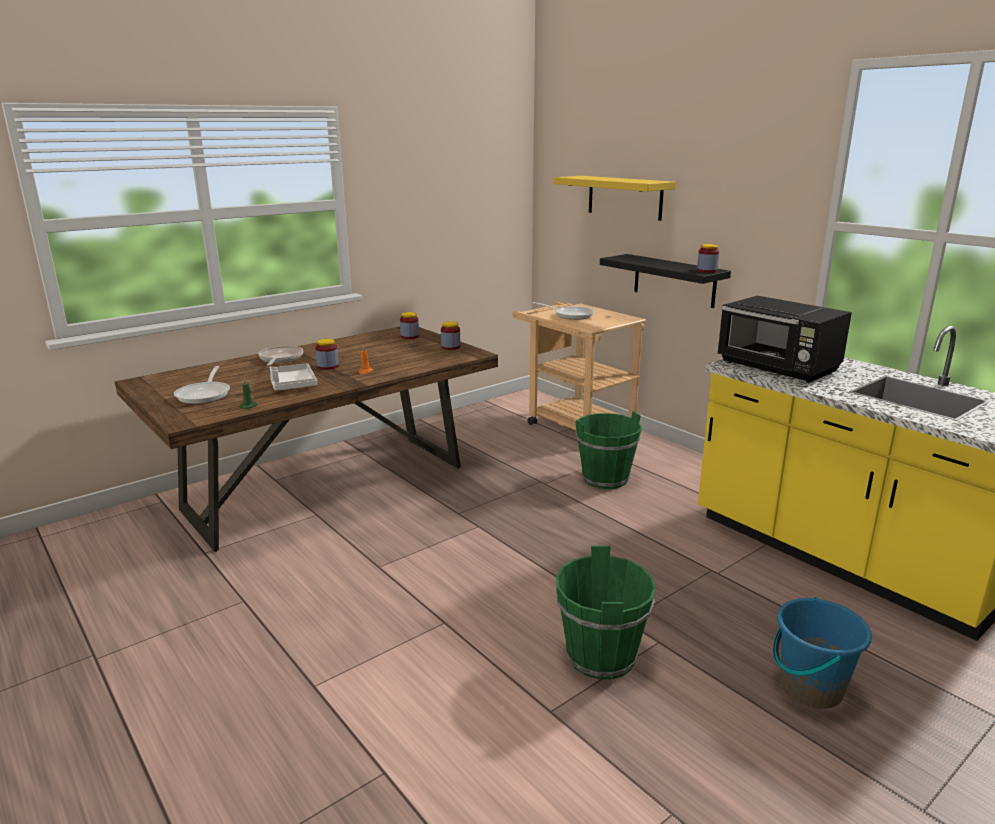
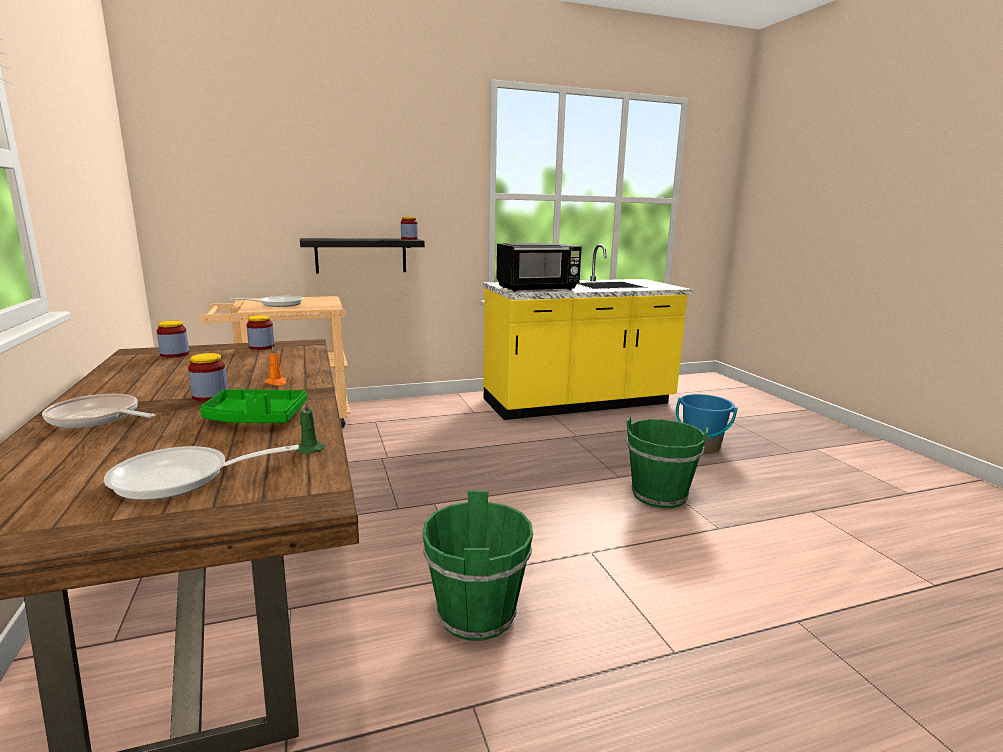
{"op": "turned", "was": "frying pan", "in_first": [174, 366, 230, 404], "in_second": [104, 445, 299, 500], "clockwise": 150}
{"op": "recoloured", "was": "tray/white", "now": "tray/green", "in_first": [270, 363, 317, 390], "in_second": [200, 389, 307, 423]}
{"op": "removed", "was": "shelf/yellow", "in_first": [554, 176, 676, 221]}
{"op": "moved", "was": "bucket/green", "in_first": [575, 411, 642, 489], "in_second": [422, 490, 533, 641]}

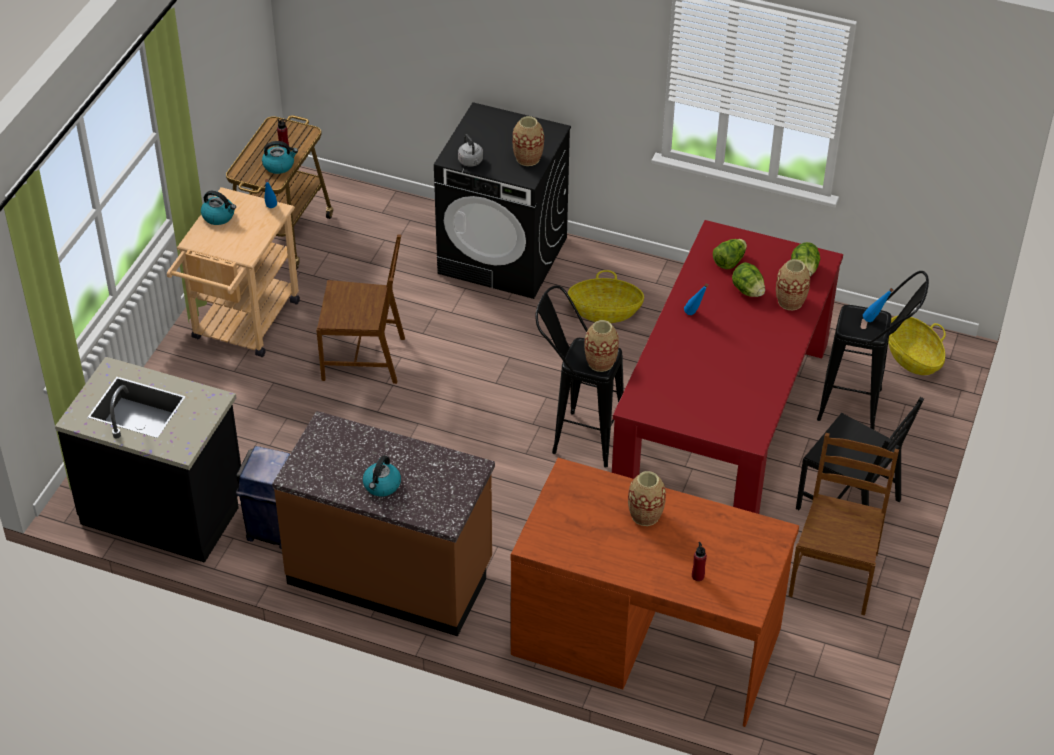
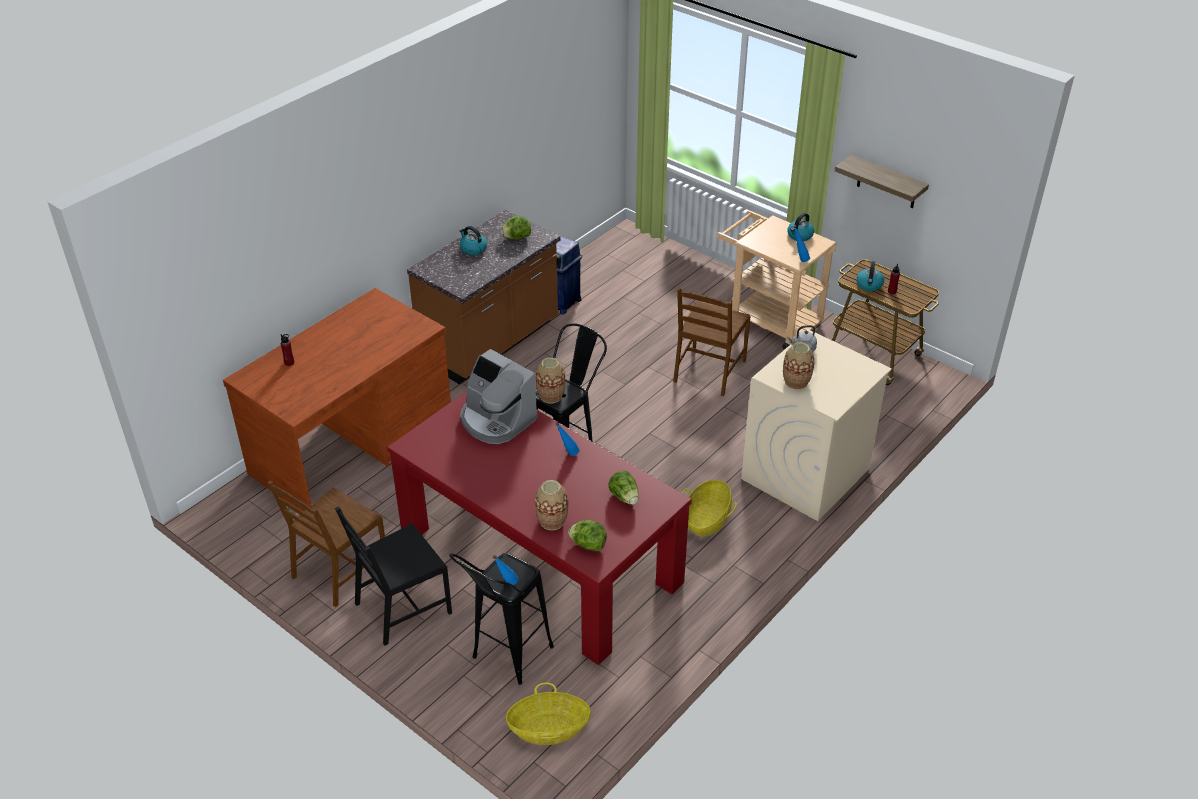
{"op": "removed", "was": "counter/black", "in_first": [55, 357, 241, 563]}
{"op": "recoloured", "was": "washing machine/black", "now": "washing machine/beige", "in_first": [434, 102, 571, 299], "in_second": [741, 330, 892, 521]}
{"op": "removed", "was": "vase", "in_first": [628, 471, 666, 526]}
{"op": "moved", "was": "lettuce", "in_first": [732, 262, 765, 297], "in_second": [501, 216, 531, 239]}
{"op": "turned", "was": "chair/brown", "in_first": [788, 433, 899, 615], "in_second": [268, 480, 385, 607], "clockwise": 90}
{"op": "added", "now": "coffee machine", "in_second": [460, 349, 538, 444]}
{"op": "added", "now": "shelf", "in_second": [835, 155, 929, 208]}

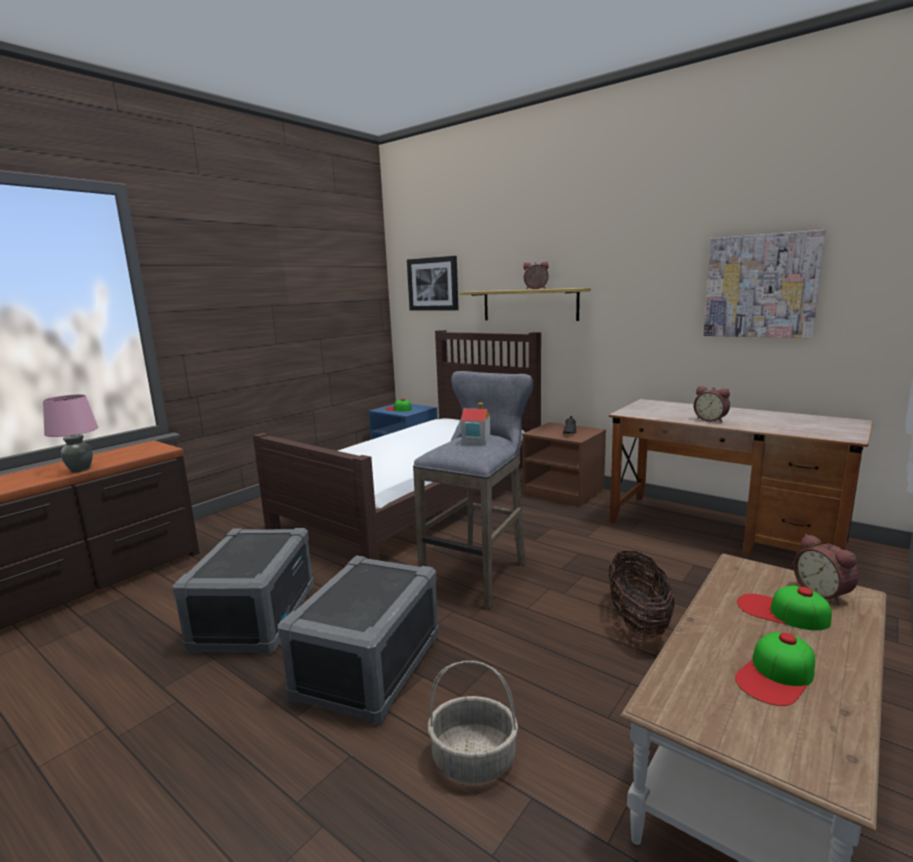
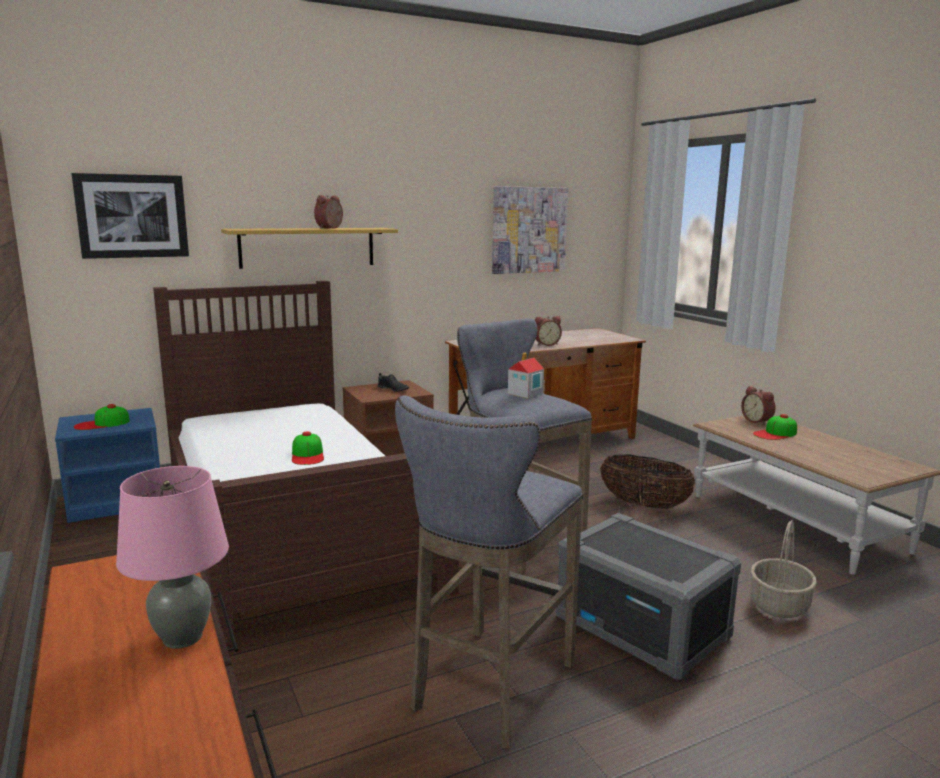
{"op": "replaced", "was": "storage box/grey", "now": "stool/grey", "in_first": [172, 528, 314, 654], "in_second": [395, 396, 583, 749]}
{"op": "moved", "was": "cap", "in_first": [735, 632, 815, 706], "in_second": [292, 432, 324, 465]}
{"op": "turned", "was": "alarm clock", "in_first": [793, 534, 858, 605], "in_second": [741, 386, 776, 425], "clockwise": 60}

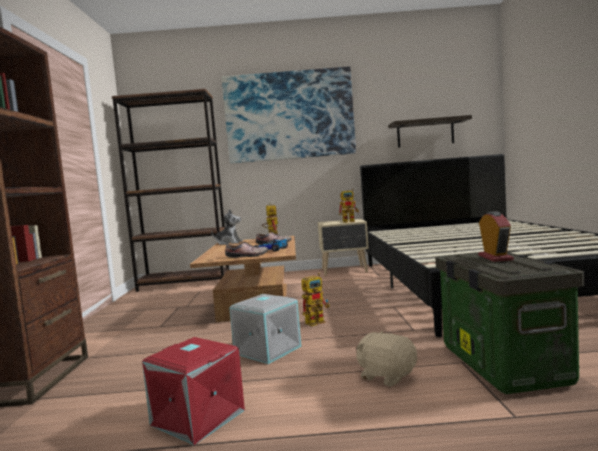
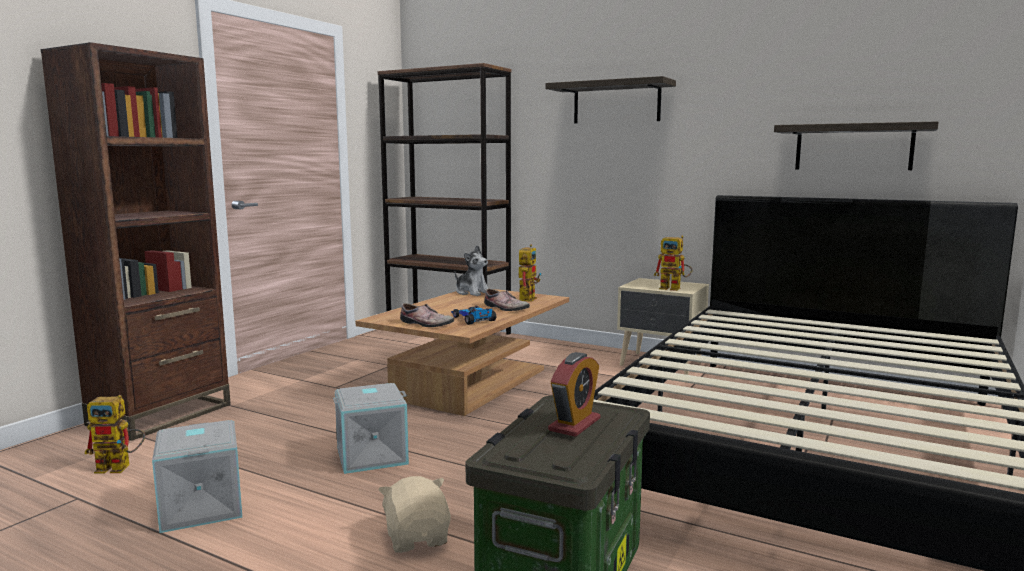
{"op": "recoloured", "was": "storage box/red", "now": "storage box/grey", "in_first": [142, 337, 245, 445], "in_second": [152, 420, 242, 533]}
{"op": "replaced", "was": "picture", "now": "shelf", "in_first": [222, 66, 356, 164], "in_second": [545, 76, 676, 123]}
{"op": "moved", "was": "toy robot", "in_first": [301, 273, 330, 326], "in_second": [85, 395, 145, 474]}

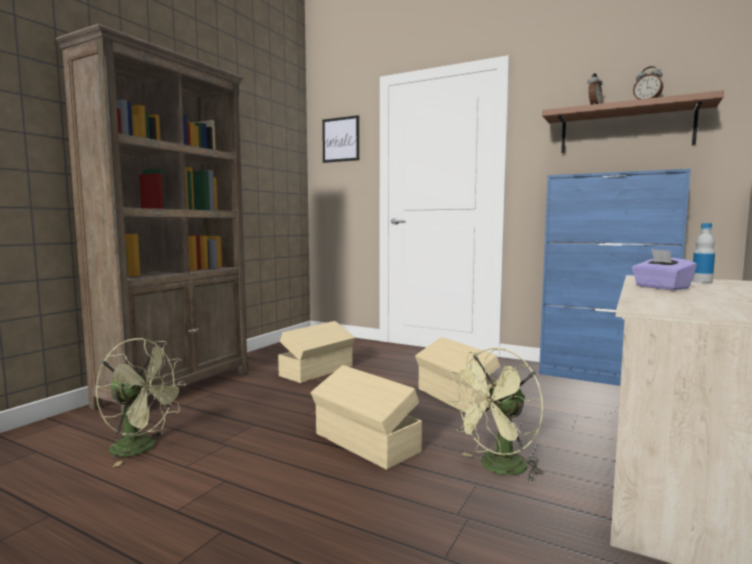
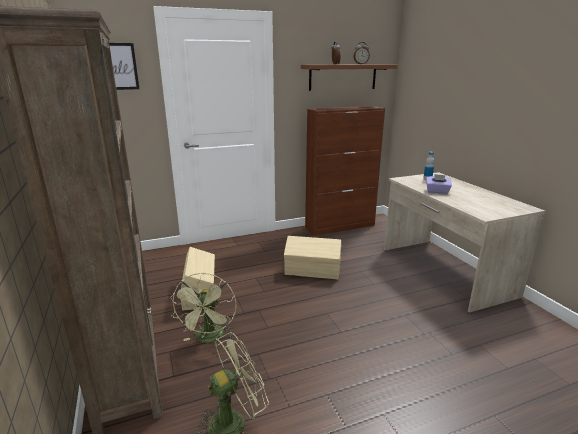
{"op": "removed", "was": "storage box/beige", "in_first": [310, 365, 422, 470]}
{"op": "moved", "was": "fan/green", "in_first": [447, 348, 544, 483], "in_second": [170, 272, 236, 343]}
{"op": "recoloured", "was": "cabinet/blue", "now": "cabinet/brown", "in_first": [539, 169, 691, 386], "in_second": [305, 106, 385, 236]}

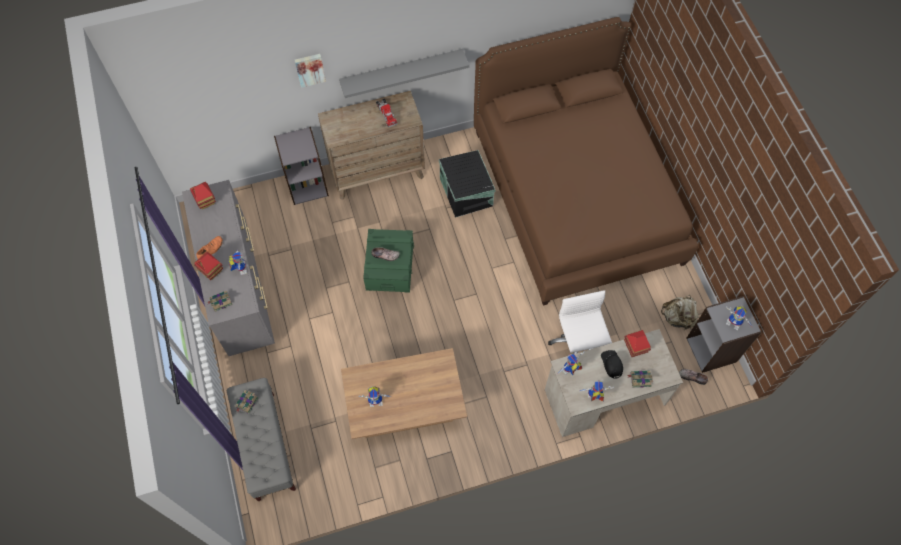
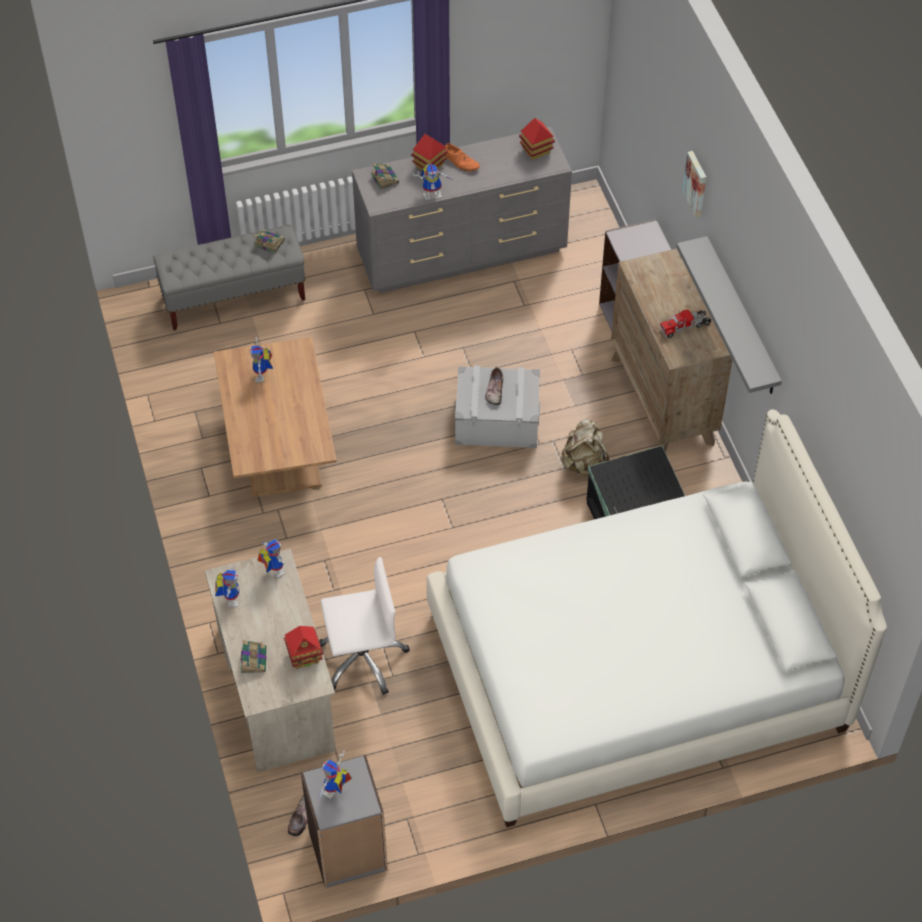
{"op": "recoloured", "was": "storage box/green", "now": "storage box/grey", "in_first": [363, 229, 414, 293], "in_second": [455, 365, 540, 448]}
{"op": "recoloured", "was": "bed/brown", "now": "bed/white", "in_first": [474, 17, 698, 306], "in_second": [426, 409, 887, 827]}
{"op": "removed", "was": "cap/black", "in_first": [601, 350, 623, 379]}
{"op": "moved", "was": "backpack/beige", "in_first": [661, 295, 699, 330], "in_second": [561, 419, 609, 475]}

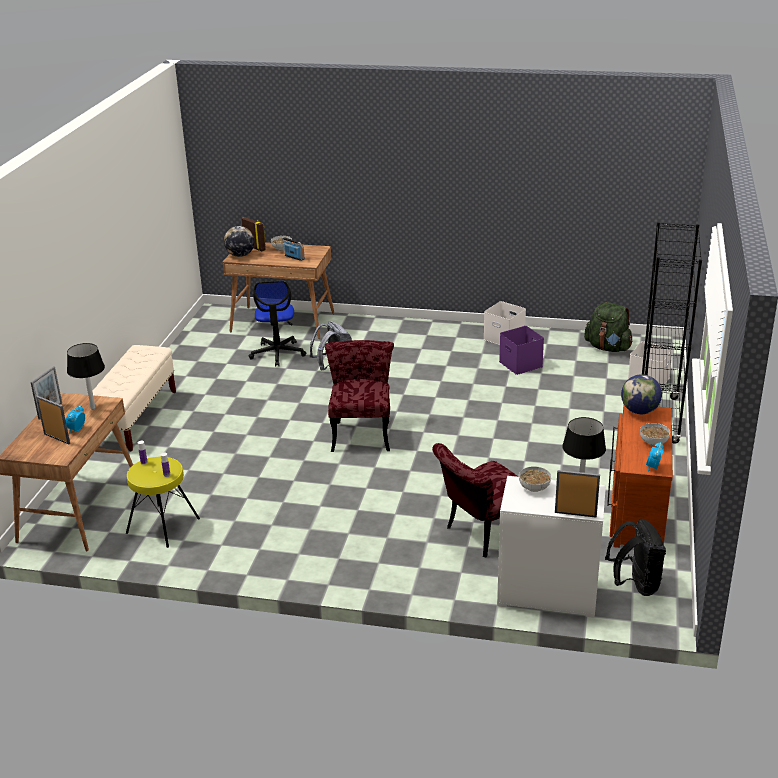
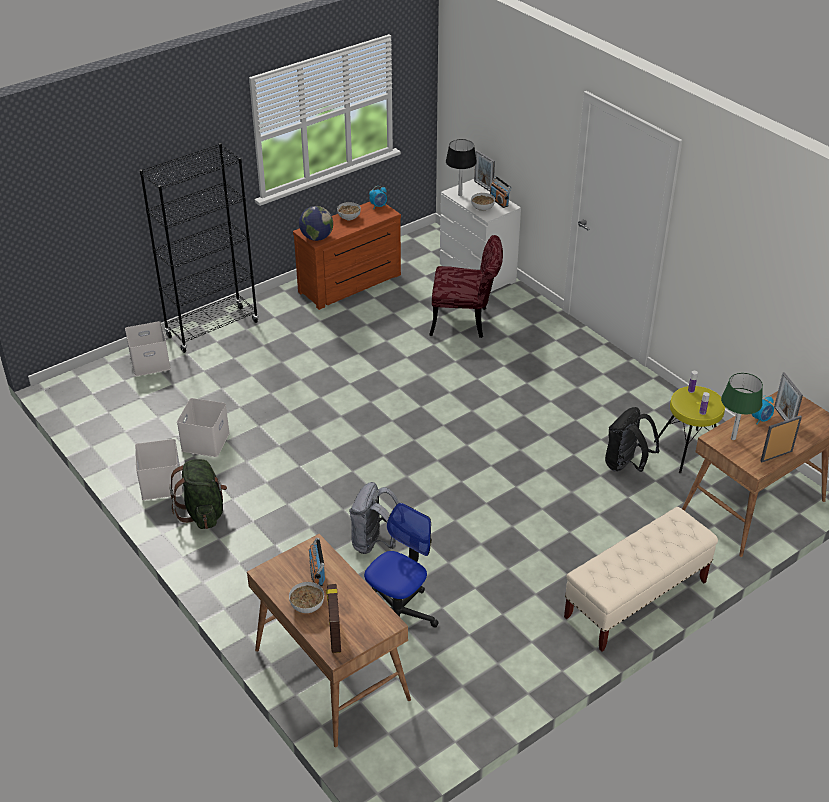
{"op": "recoloured", "was": "table lamp/black", "now": "table lamp/green", "in_first": [67, 343, 105, 409], "in_second": [721, 373, 763, 440]}
{"op": "removed", "was": "globe", "in_first": [224, 226, 255, 257]}
{"op": "removed", "was": "chair/red", "in_first": [325, 340, 394, 452]}
{"op": "recoloured", "was": "storage box/purple", "now": "storage box/white", "in_first": [499, 326, 544, 375], "in_second": [177, 398, 230, 457]}
{"op": "moved", "was": "backpack/green", "in_first": [584, 302, 632, 352], "in_second": [169, 459, 227, 529]}
{"op": "moved", "was": "backpack/black", "in_first": [605, 519, 666, 596], "in_second": [605, 407, 660, 472]}
{"op": "added", "now": "radio", "in_second": [490, 176, 511, 208]}

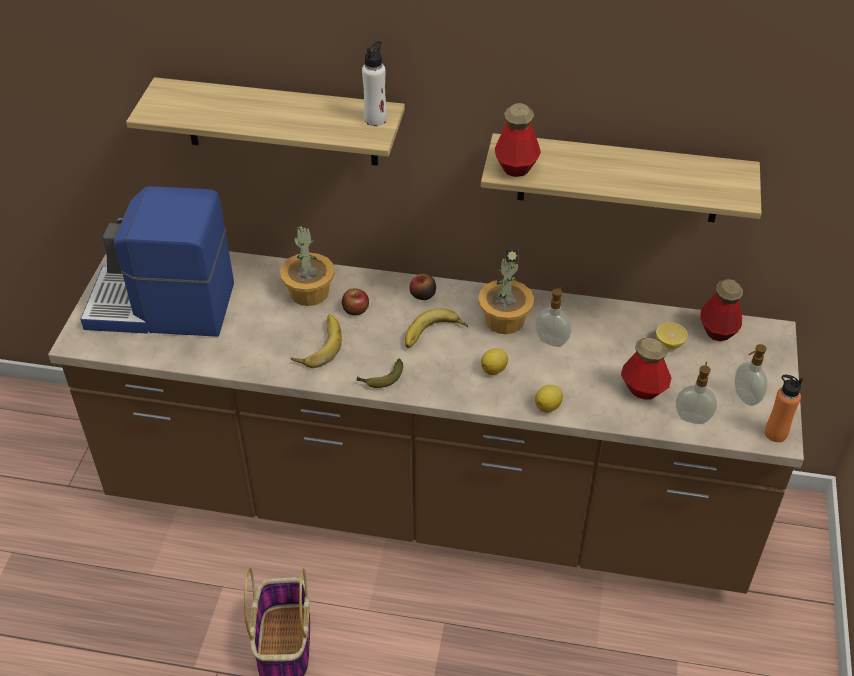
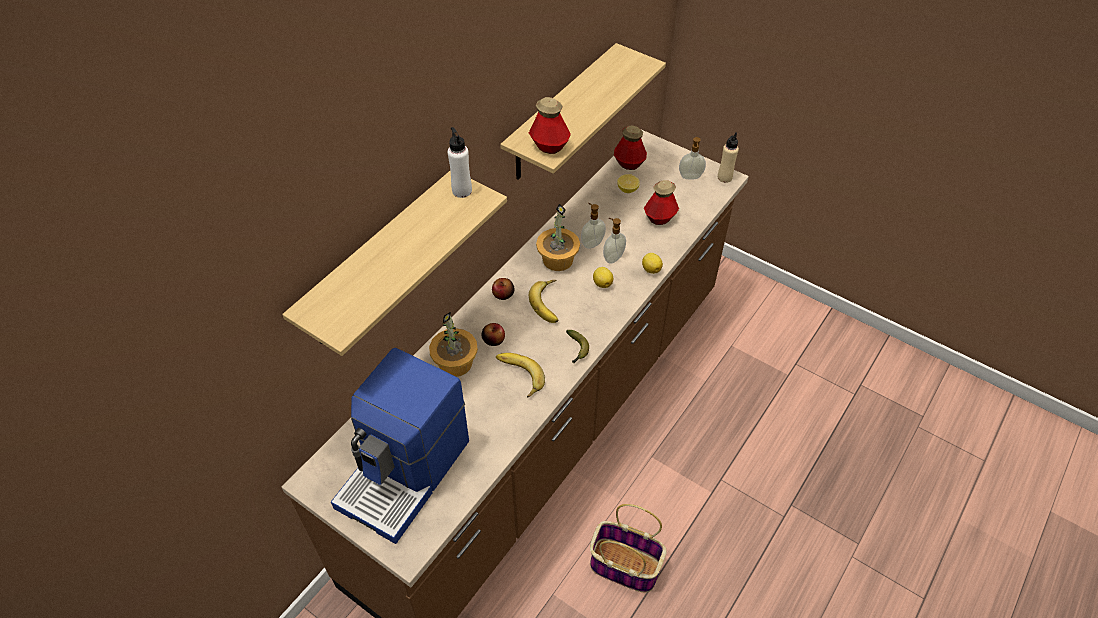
{"op": "moved", "was": "soap dispenser", "in_first": [676, 362, 717, 424], "in_second": [603, 218, 626, 264]}
{"op": "recoloured", "was": "bottle/orange", "now": "bottle/beige", "in_first": [765, 375, 803, 442], "in_second": [718, 133, 739, 183]}

